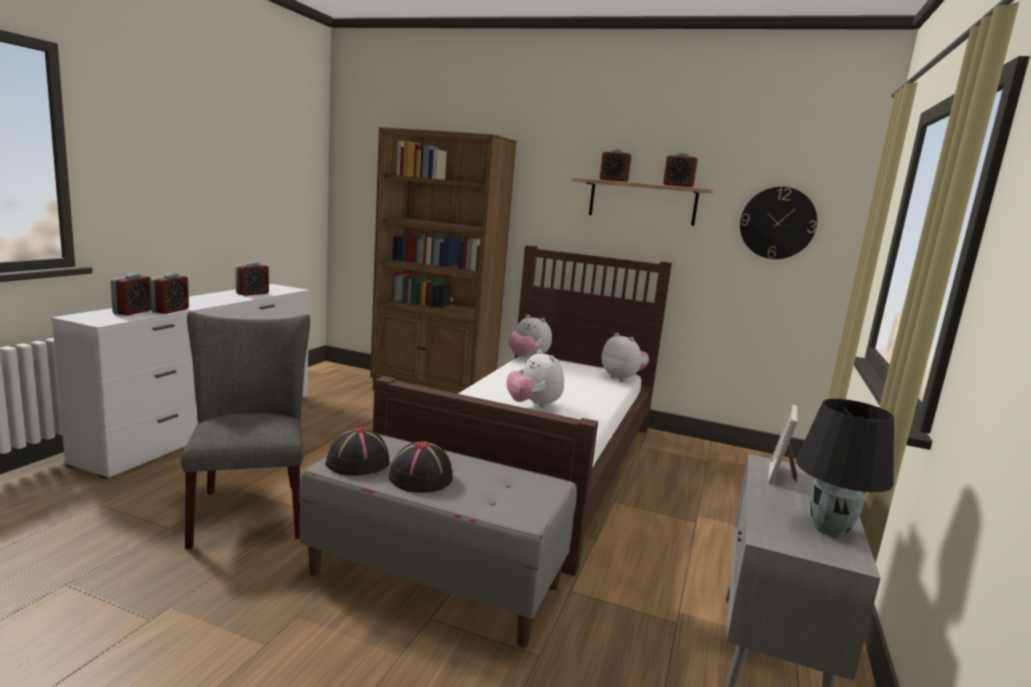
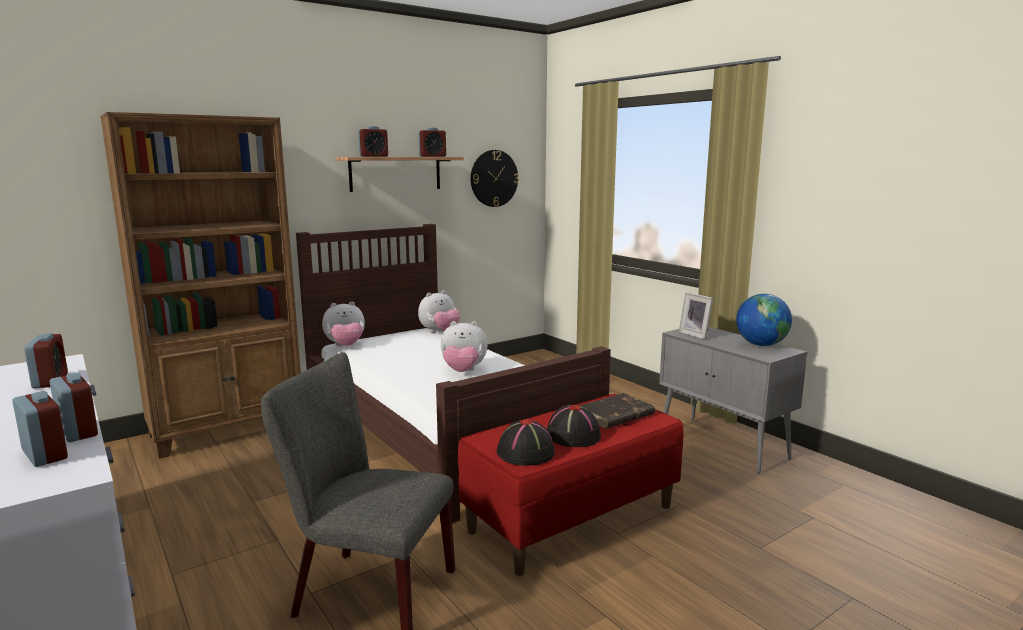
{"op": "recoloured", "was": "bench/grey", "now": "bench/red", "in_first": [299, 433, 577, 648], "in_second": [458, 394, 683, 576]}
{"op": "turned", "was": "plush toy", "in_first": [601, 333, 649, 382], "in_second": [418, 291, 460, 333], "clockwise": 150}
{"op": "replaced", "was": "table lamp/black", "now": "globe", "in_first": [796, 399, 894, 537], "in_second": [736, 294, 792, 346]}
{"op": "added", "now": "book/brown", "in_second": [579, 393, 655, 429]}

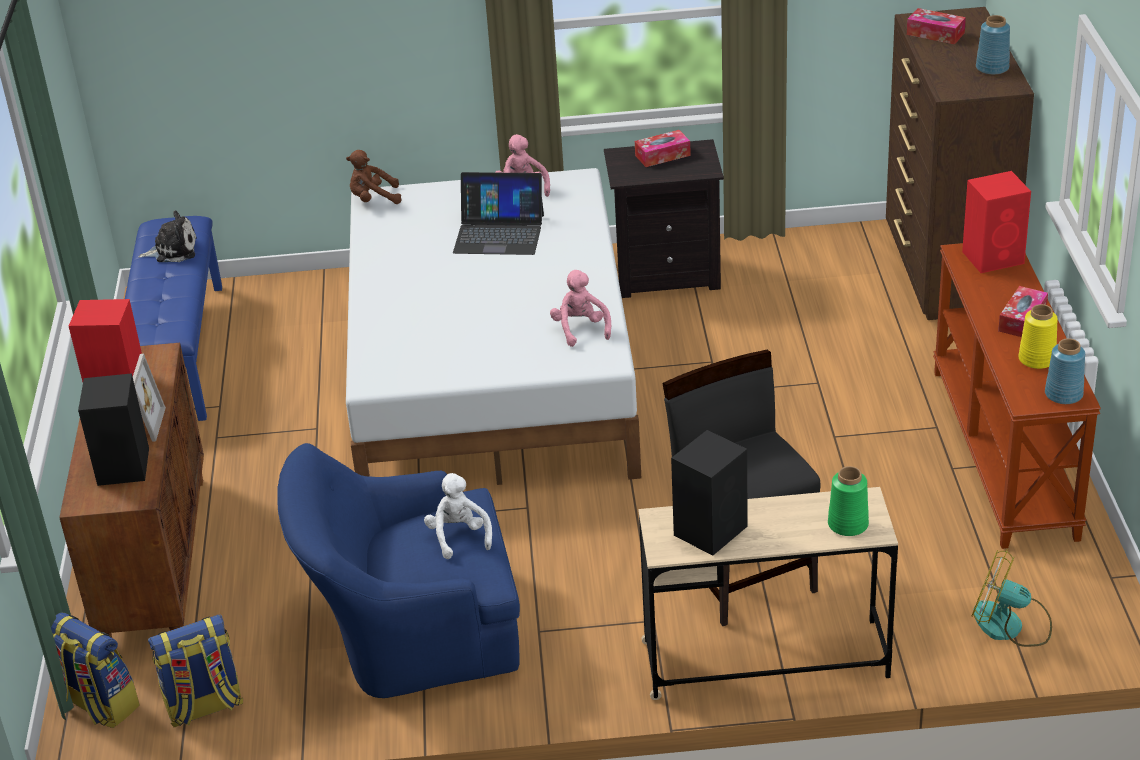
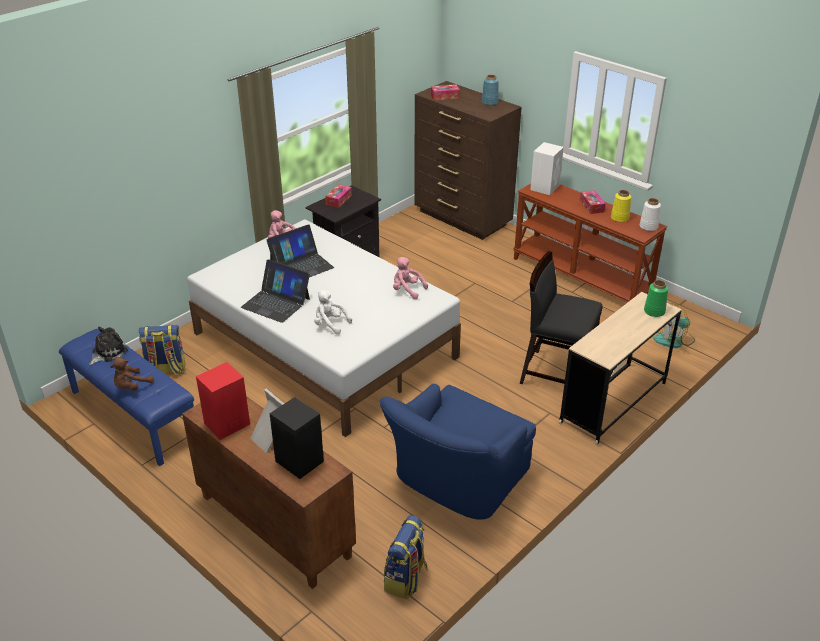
{"op": "moved", "was": "backpack", "in_first": [51, 613, 140, 728], "in_second": [139, 325, 185, 375]}
{"op": "moved", "was": "plush toy/brown", "in_first": [346, 150, 402, 204], "in_second": [110, 357, 154, 391]}
{"op": "moved", "was": "plush toy/white", "in_first": [424, 473, 492, 559], "in_second": [314, 290, 352, 335]}
{"op": "removed", "was": "speaker/black", "in_first": [671, 430, 748, 556]}
{"op": "recoloured", "was": "speaker/red", "now": "speaker/white", "in_first": [962, 171, 1031, 273], "in_second": [530, 142, 564, 195]}
{"op": "recoloured", "was": "vase/blue", "now": "vase/white", "in_first": [1045, 338, 1085, 404], "in_second": [640, 198, 661, 231]}
{"op": "added", "now": "laptop", "in_second": [241, 259, 310, 323]}

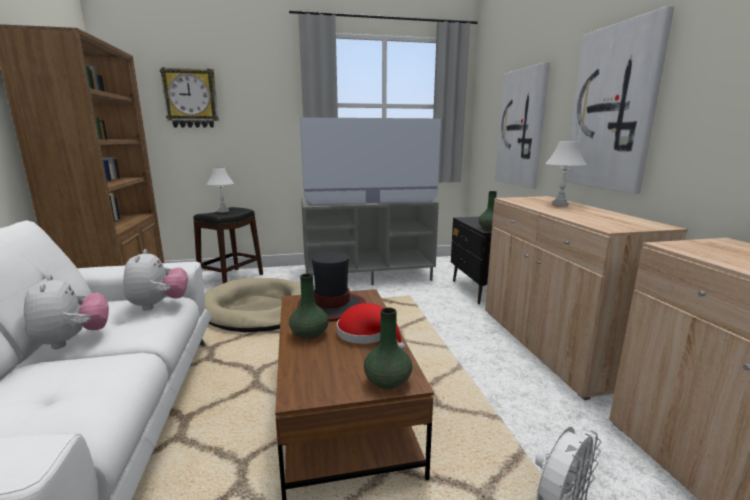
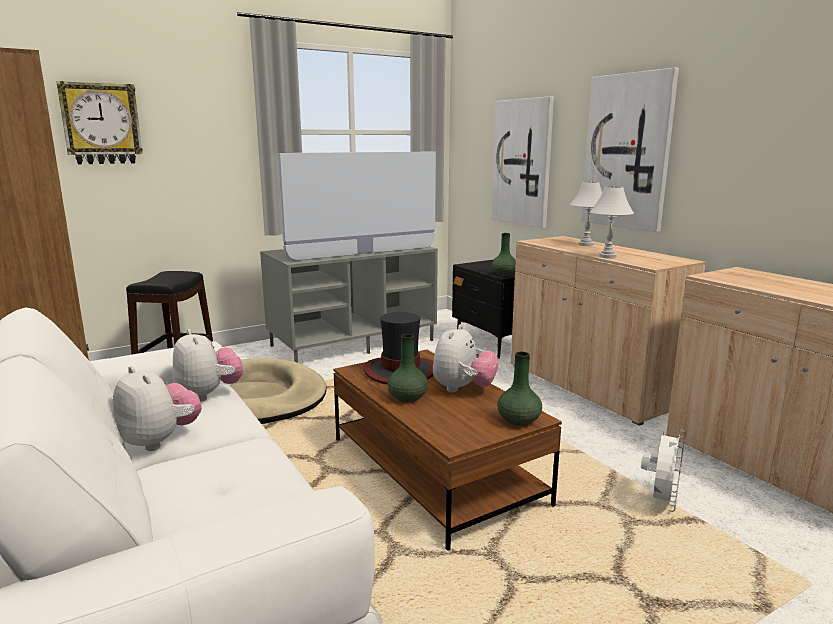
{"op": "moved", "was": "table lamp/white", "in_first": [206, 167, 234, 213], "in_second": [590, 186, 634, 259]}
{"op": "replaced", "was": "hat/red", "now": "plush toy", "in_first": [337, 303, 405, 350], "in_second": [433, 324, 499, 393]}

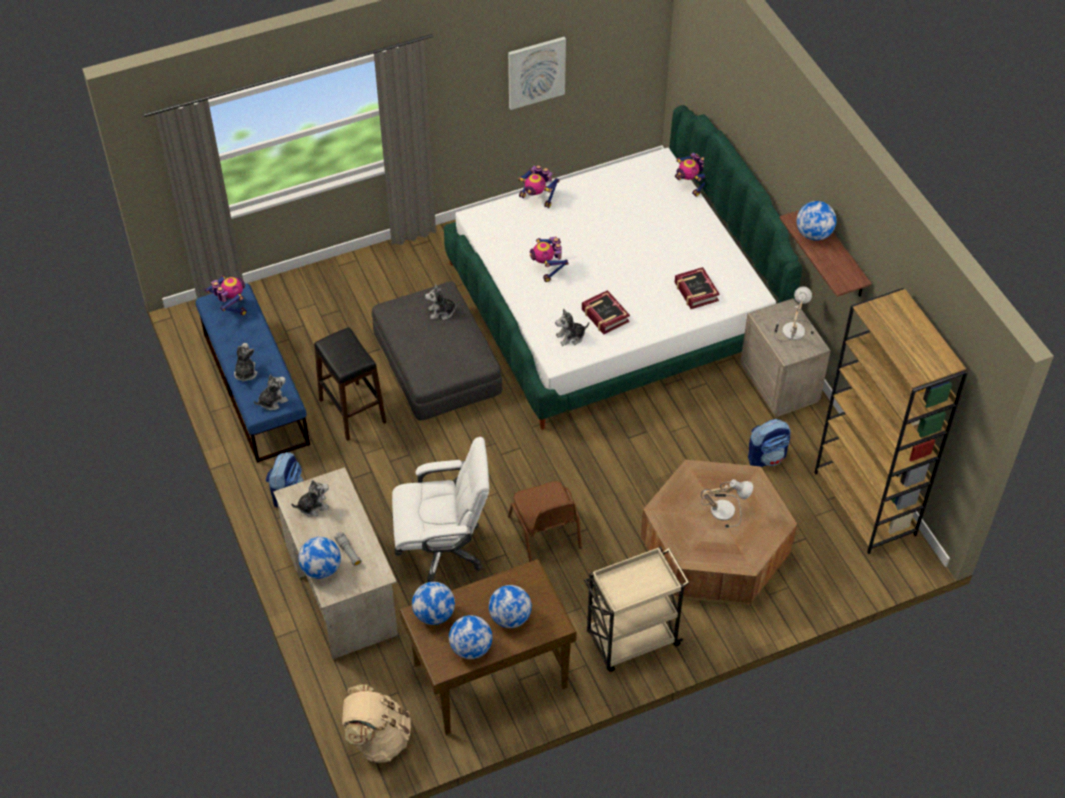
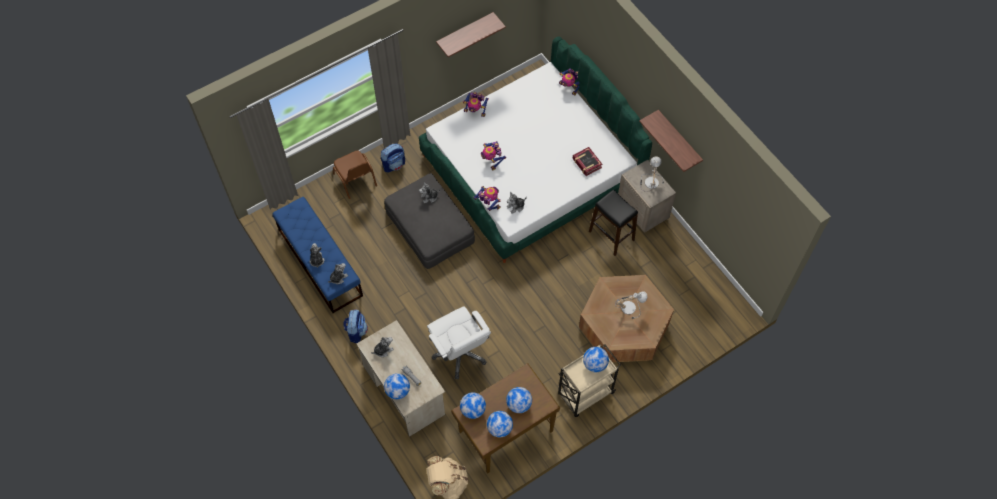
{"op": "moved", "was": "toy robot", "in_first": [205, 275, 247, 315], "in_second": [473, 186, 501, 211]}
{"op": "moved", "was": "stool/black", "in_first": [314, 327, 387, 441], "in_second": [589, 189, 638, 256]}
{"op": "turned", "was": "office chair/white", "in_first": [392, 437, 489, 583], "in_second": [427, 306, 491, 379], "clockwise": 75}
{"op": "replaced", "was": "picture", "now": "shelf", "in_first": [508, 37, 566, 110], "in_second": [436, 12, 506, 57]}
{"op": "moved", "was": "chair/brown", "in_first": [508, 481, 582, 562], "in_second": [333, 150, 377, 199]}
{"op": "removed", "was": "book", "in_first": [582, 290, 630, 334]}
{"op": "moved", "was": "backpack", "in_first": [748, 419, 790, 467], "in_second": [381, 144, 405, 172]}
{"op": "moved", "was": "globe", "in_first": [797, 201, 836, 241], "in_second": [583, 347, 609, 372]}
{"op": "removed", "was": "bookcase/brown", "in_first": [814, 288, 968, 554]}

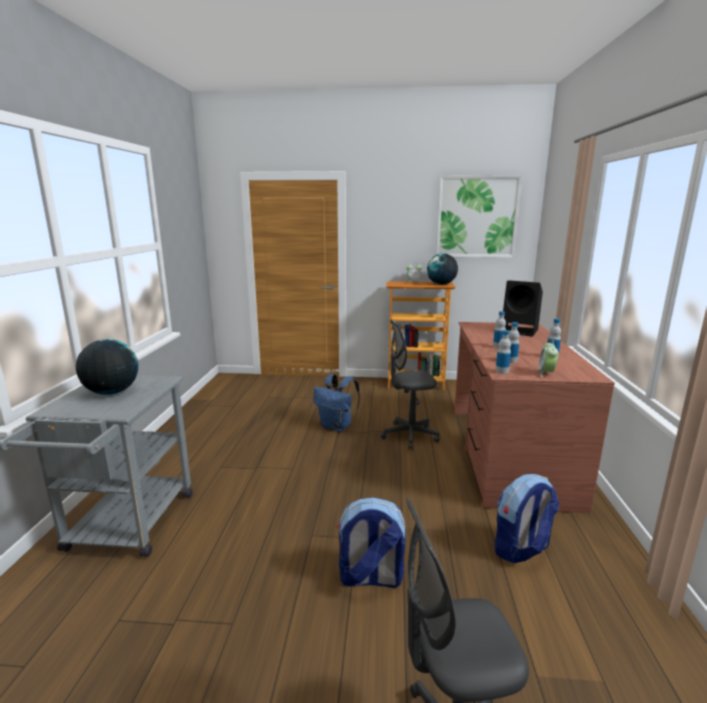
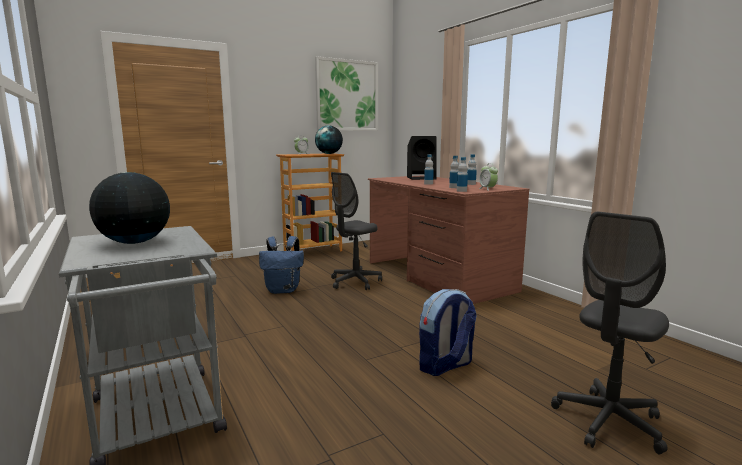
{"op": "removed", "was": "backpack", "in_first": [495, 474, 559, 563]}

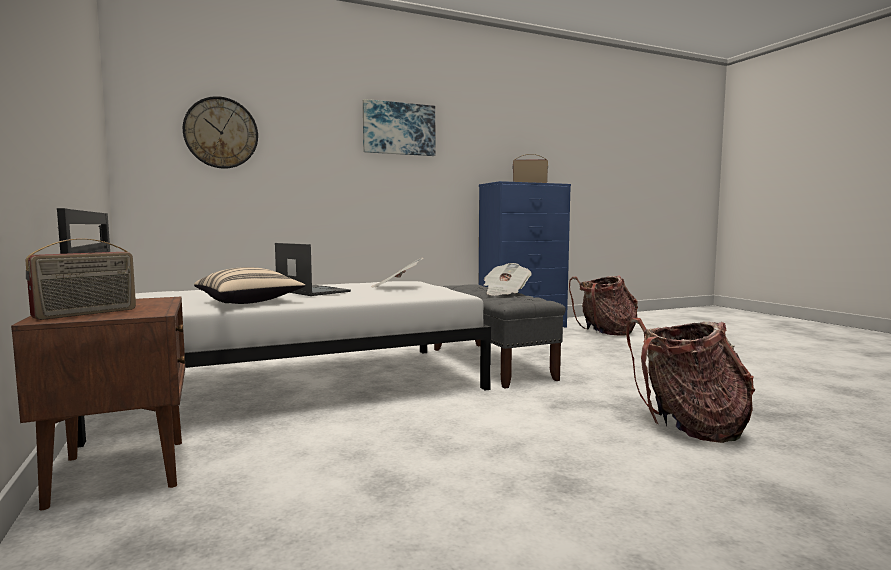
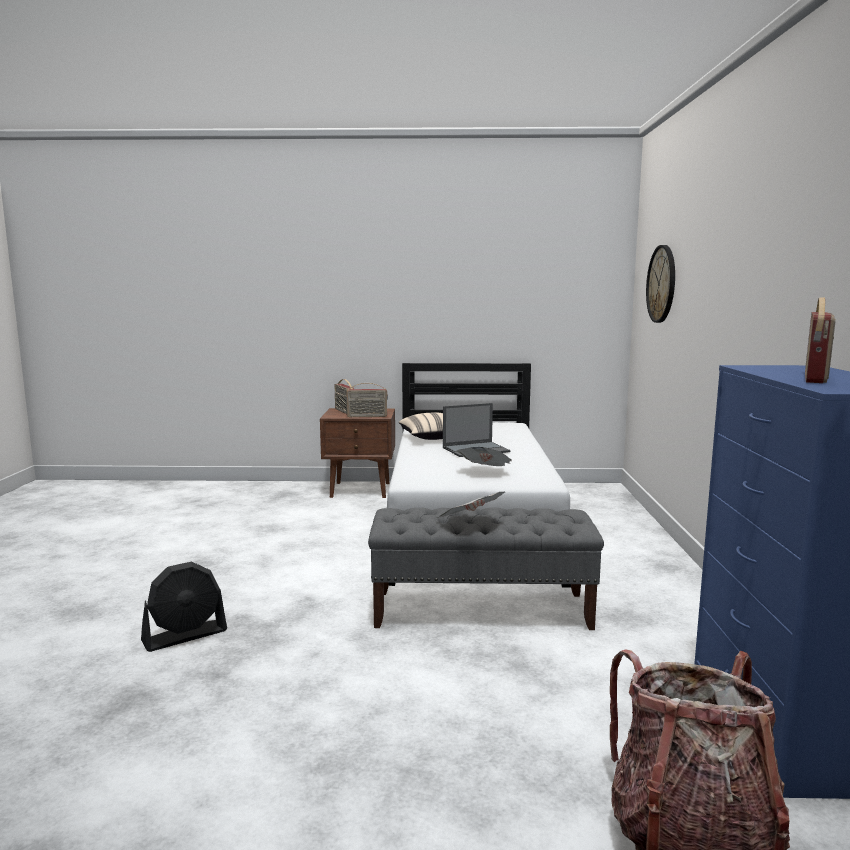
{"op": "removed", "was": "picture", "in_first": [363, 99, 435, 156]}
{"op": "replaced", "was": "backpack", "now": "fan/black", "in_first": [626, 318, 755, 443], "in_second": [141, 562, 227, 652]}
{"op": "added", "now": "radio", "in_second": [346, 383, 388, 417]}

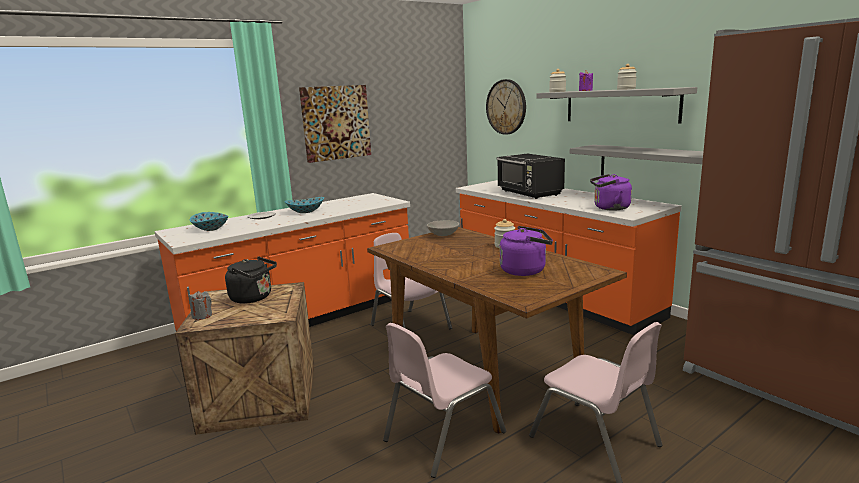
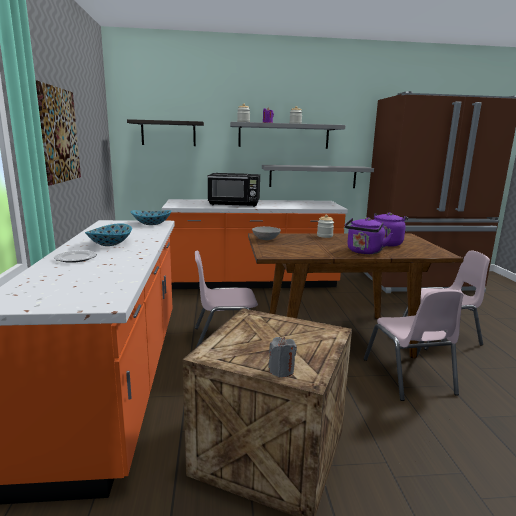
{"op": "moved", "was": "bowl", "in_first": [190, 212, 229, 231], "in_second": [131, 210, 172, 225]}
{"op": "removed", "was": "kettle/black", "in_first": [225, 256, 277, 304]}
{"op": "replaced", "was": "wall clock", "now": "shelf", "in_first": [486, 79, 526, 135], "in_second": [127, 119, 204, 146]}
{"op": "moved", "was": "kettle/purple", "in_first": [590, 174, 632, 211], "in_second": [344, 217, 393, 254]}

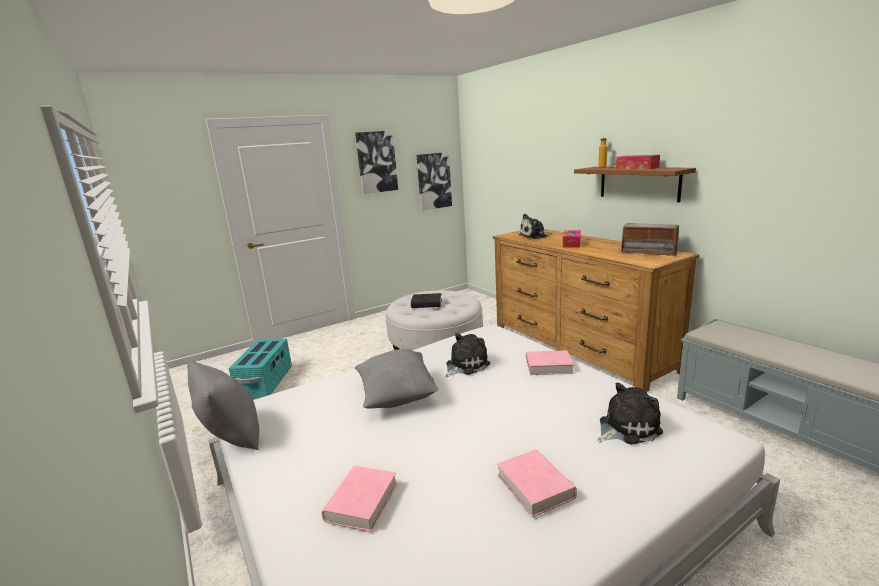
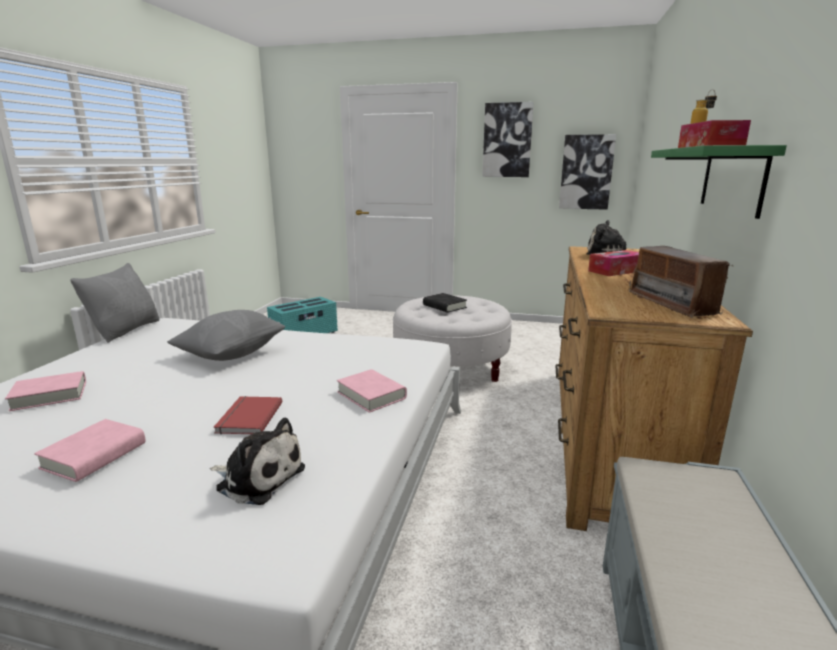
{"op": "removed", "was": "plush toy", "in_first": [445, 333, 490, 377]}
{"op": "recoloured", "was": "shelf/brown", "now": "shelf/green", "in_first": [574, 167, 696, 202], "in_second": [651, 145, 787, 219]}
{"op": "added", "now": "book/red", "in_second": [213, 396, 282, 434]}

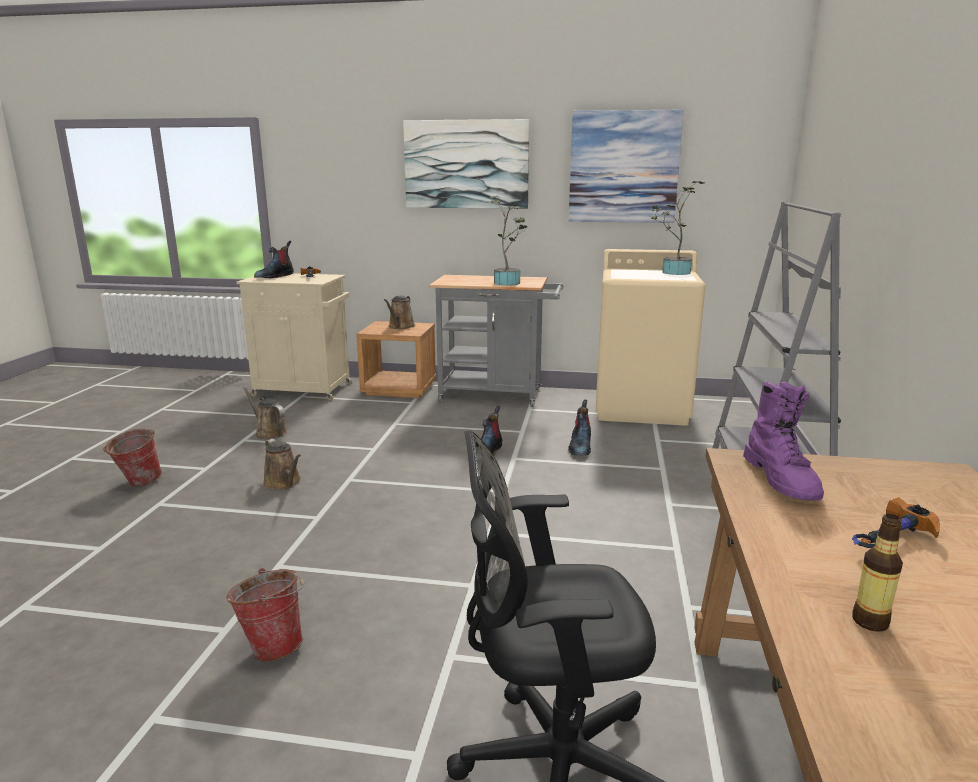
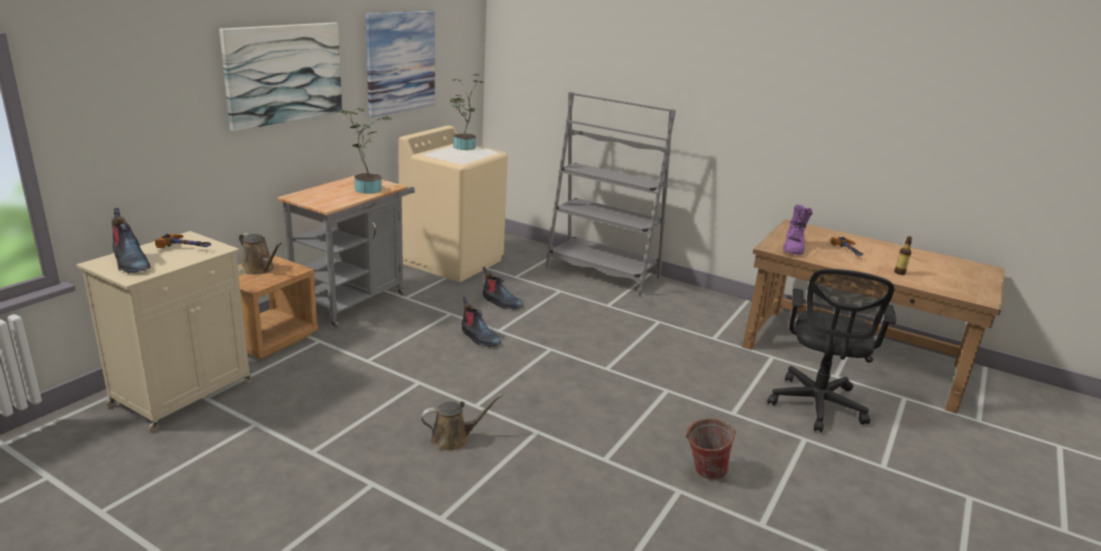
{"op": "removed", "was": "bucket", "in_first": [102, 428, 162, 487]}
{"op": "removed", "was": "watering can/brown", "in_first": [243, 386, 288, 439]}
{"op": "turned", "was": "boot/purple", "in_first": [743, 382, 824, 500], "in_second": [783, 205, 813, 255], "clockwise": 90}

